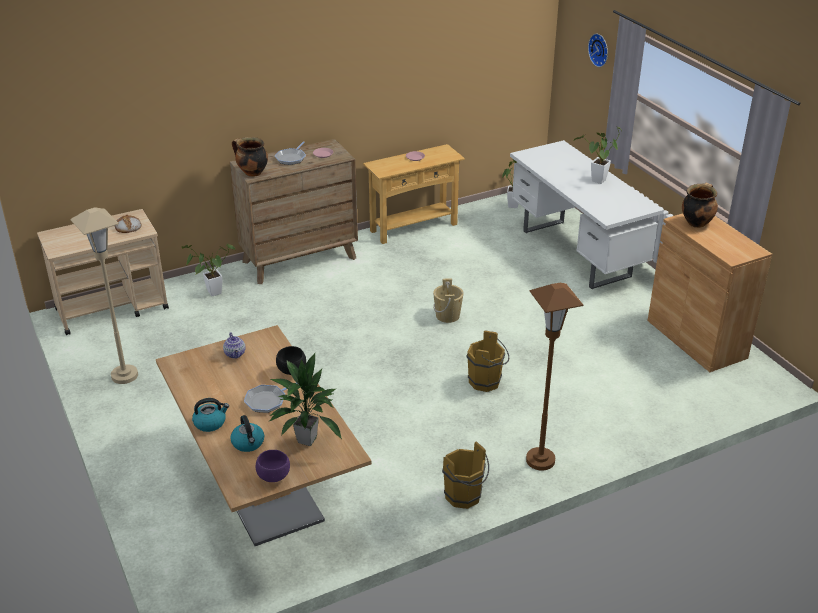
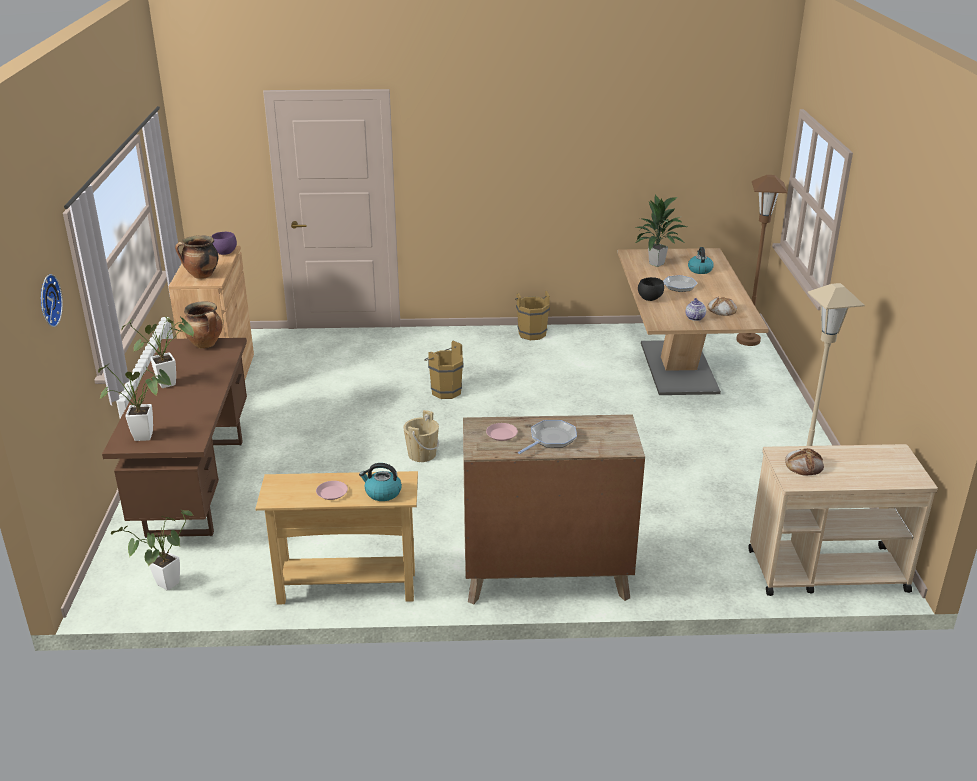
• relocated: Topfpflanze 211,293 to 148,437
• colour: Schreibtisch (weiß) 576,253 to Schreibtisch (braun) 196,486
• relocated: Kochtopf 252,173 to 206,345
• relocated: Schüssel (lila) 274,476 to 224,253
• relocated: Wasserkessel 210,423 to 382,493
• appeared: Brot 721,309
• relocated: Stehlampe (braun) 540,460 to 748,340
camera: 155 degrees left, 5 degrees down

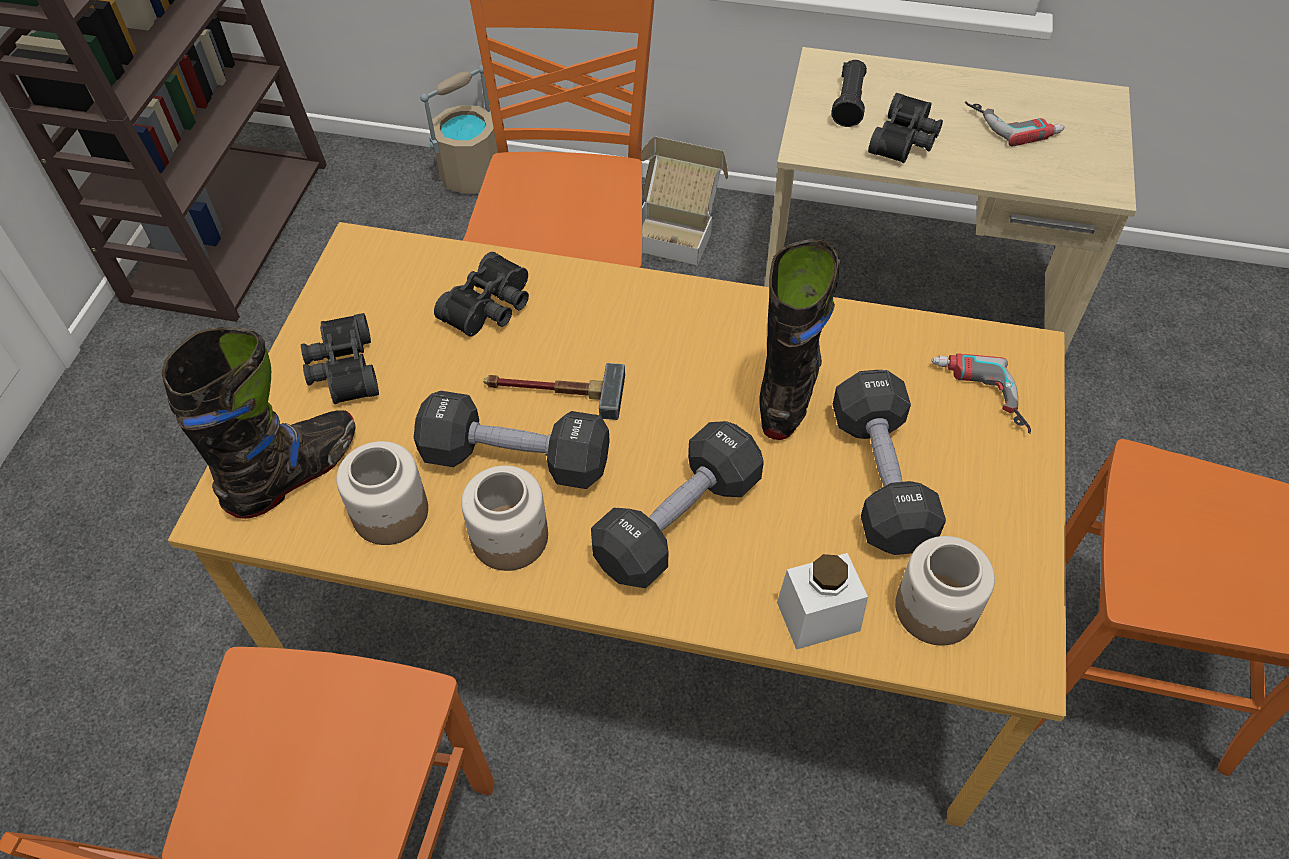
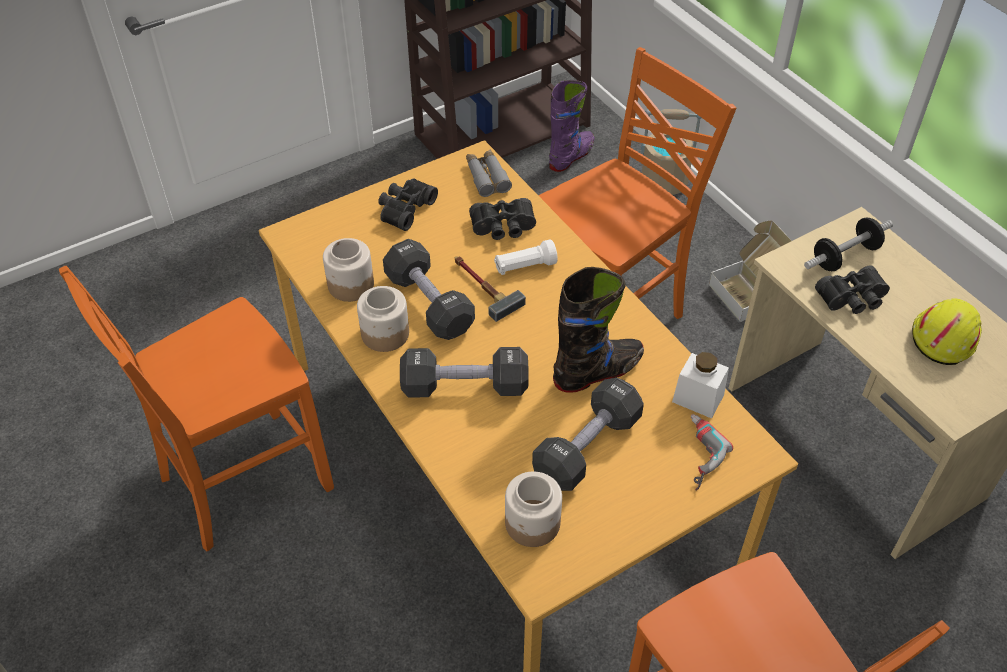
• appeared: Fernglas (grau) 487,177
• appeared: Taschenlampe (weiß) 525,267
• appeared: Stiefel (lila) 571,156
• relocated: Vorratsglas (weiß) 818,616 to 698,398
• exchanged: Taschenlampe (schwarz) 849,104 to Hantel 845,256
• exchanged: Bohrmaschine 1013,122 to Schutzhelm (gelb) 943,336
• missing: Stiefel (schwarz) 295,473
camera: 45 degrees right, 5 degrees down

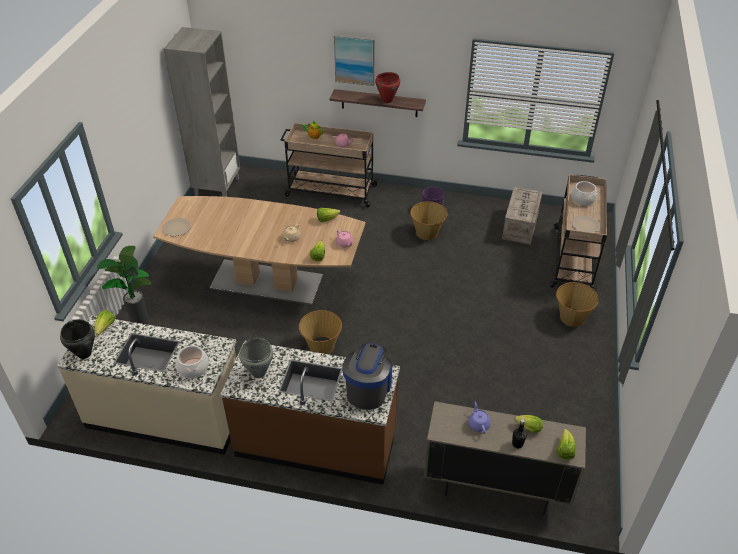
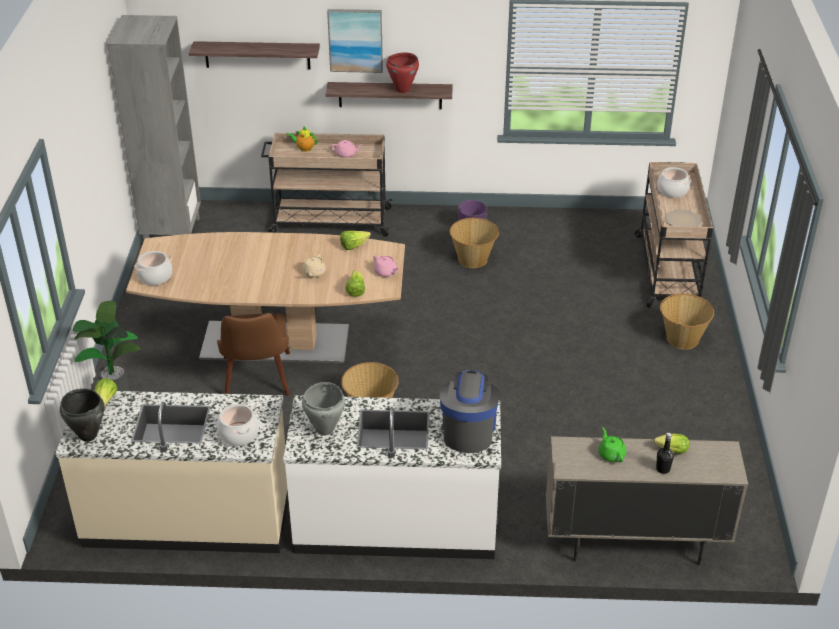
• exchanged: Teller 177,227 to Kochtopf 155,276
• appeared: Wandregal 257,55
• appeared: Stuhl (braun) 257,384
• colour: Küchenzeile (braun) 316,443 to Küchenzeile (weiß) 396,523
• colour: Teekanne (lila) 478,424 to Teekanne (grün) 611,454
• missing: Kiste 520,226
• missing: Salatkopf 564,450
camera: 10 degrees left, 5 degrees down

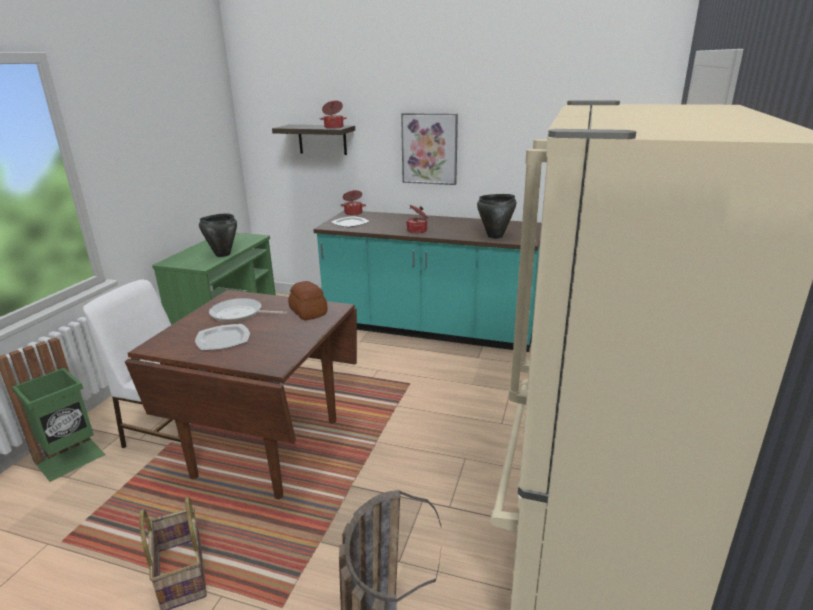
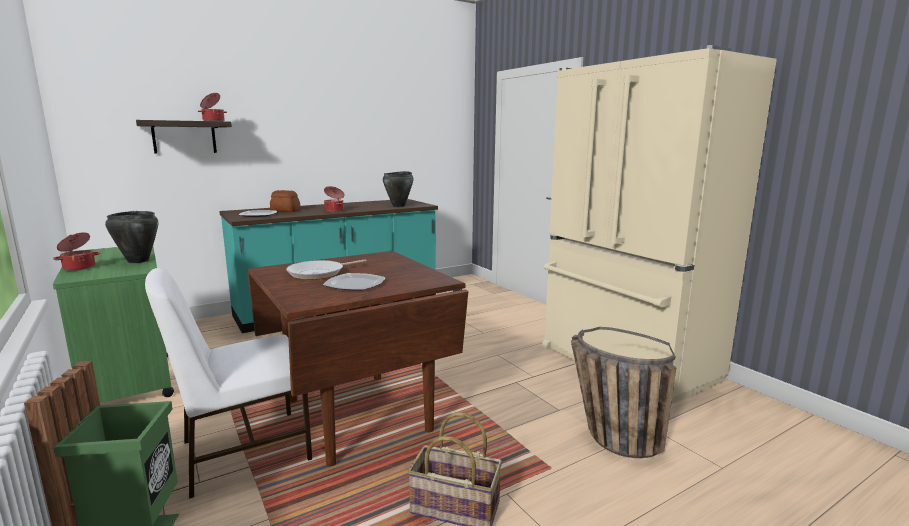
• relocated: Kochtopf 353,213 to 79,267
• relocated: Brot 308,312 to 285,210
• missing: Bild 429,148
camera: 50 degrees left, 10 degrees down

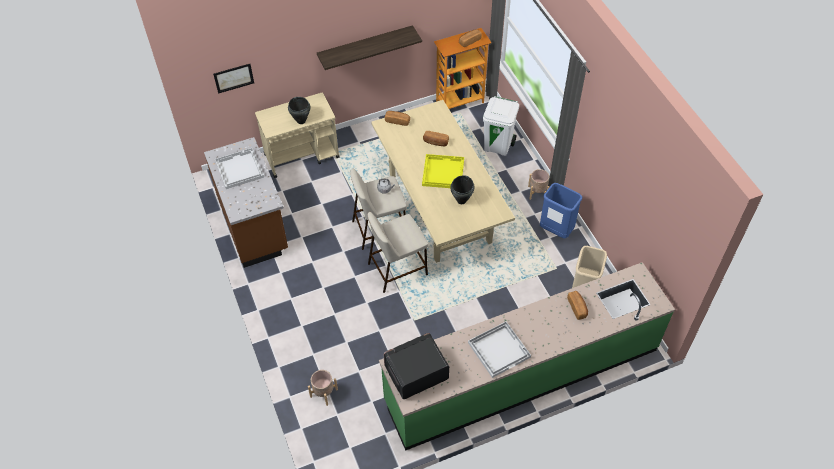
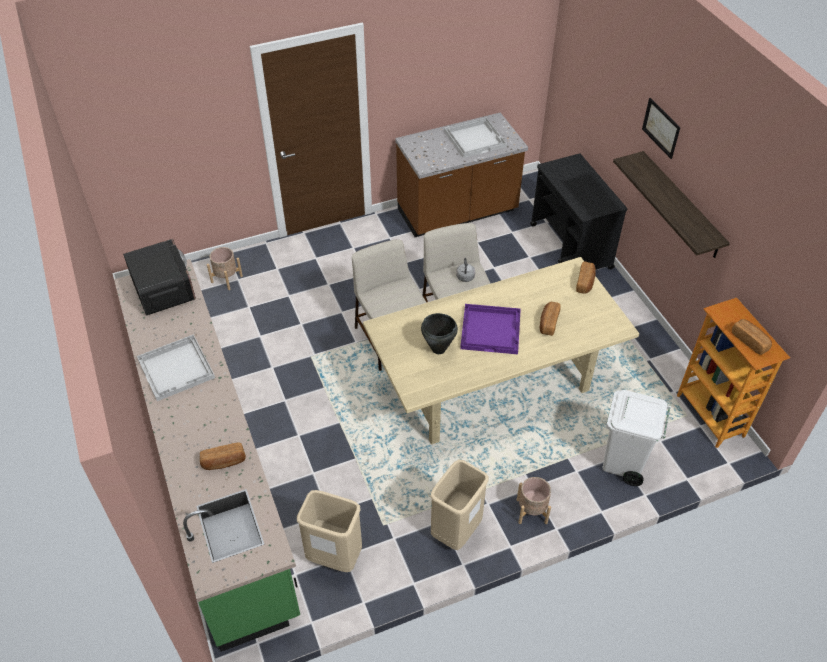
• colour: Mülleimer (blau) 556,230 to Mülleimer (beige) 456,531
• colour: Tablett (gelb) 442,172 to Tablett (lila) 491,330
• colour: Rollwagen (beige) 302,156 to Rollwagen (schwarz) 571,247
• relocated: Bild 234,78 to 661,128
• missing: Kochtopf (schwarz) 301,121
camera: 90 degrees right, 5 degrees down

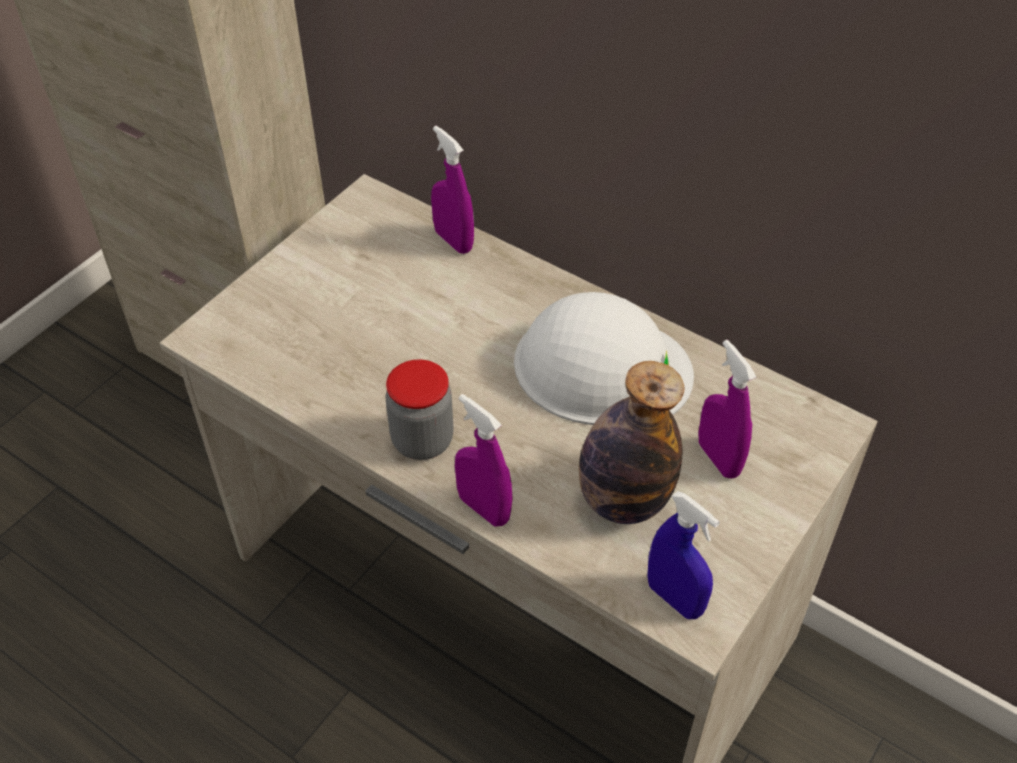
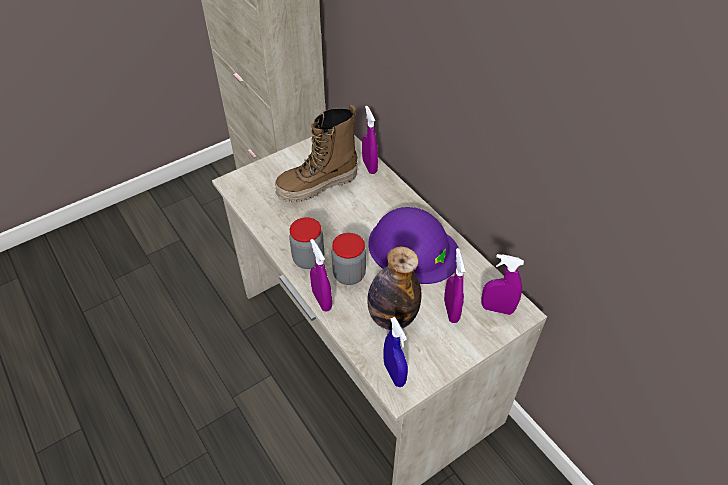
• appeared: Stiefel 317,186
• appeared: Vorratsglas 349,275
• colour: Schutzhelm (weiß) 601,367 to Schutzhelm (lila) 413,248
• appeared: Sprühflasche (lila) 497,309
camera: 20 degrees right, 0 degrees up

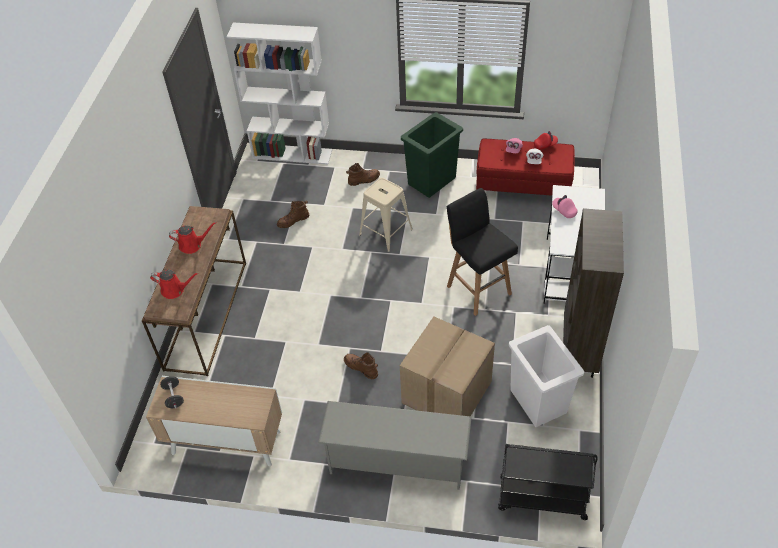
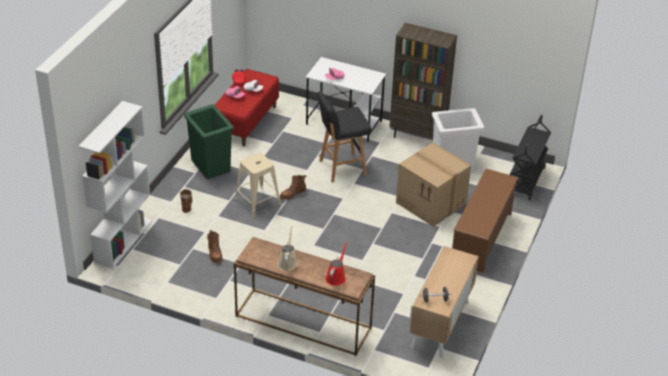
• colour: Gießkanne (rot) 192,245 to Gießkanne (beige) 287,262
• relocated: Stiefel (braun) 361,368 to 292,194
• colour: Schuhregal (grau) 397,461 to Schuhregal (braun) 481,238
camera: 80 degrees left, 10 degrees down

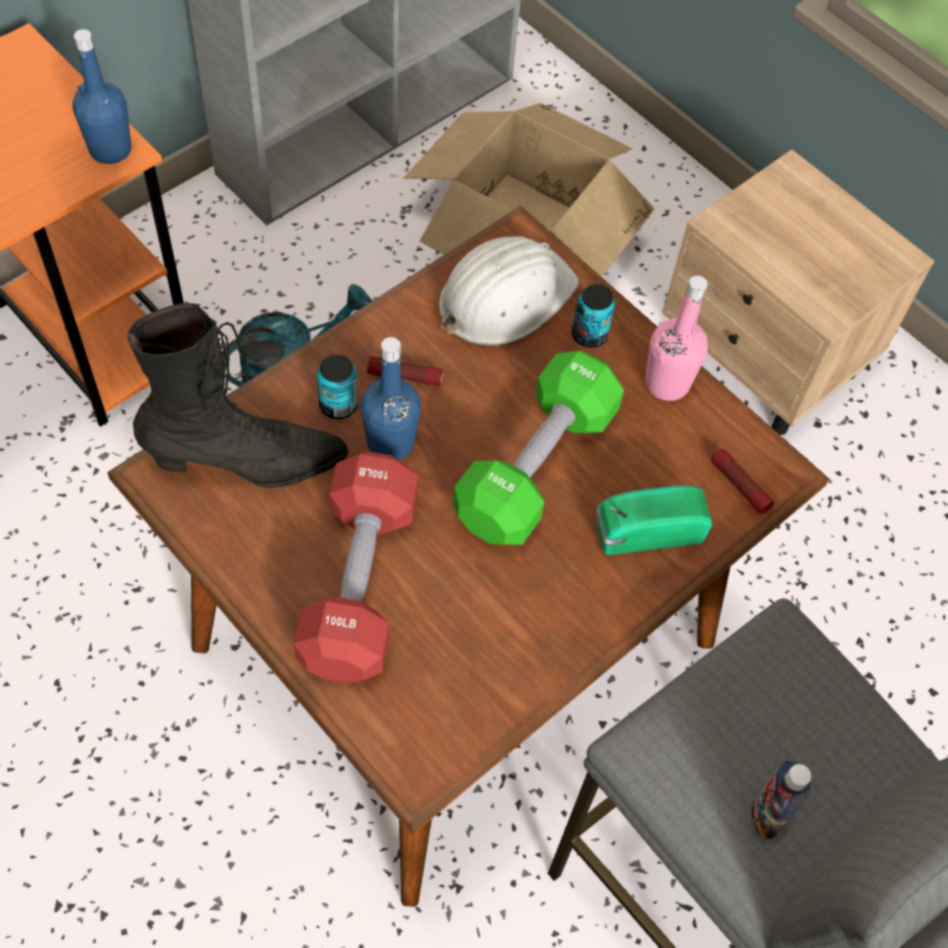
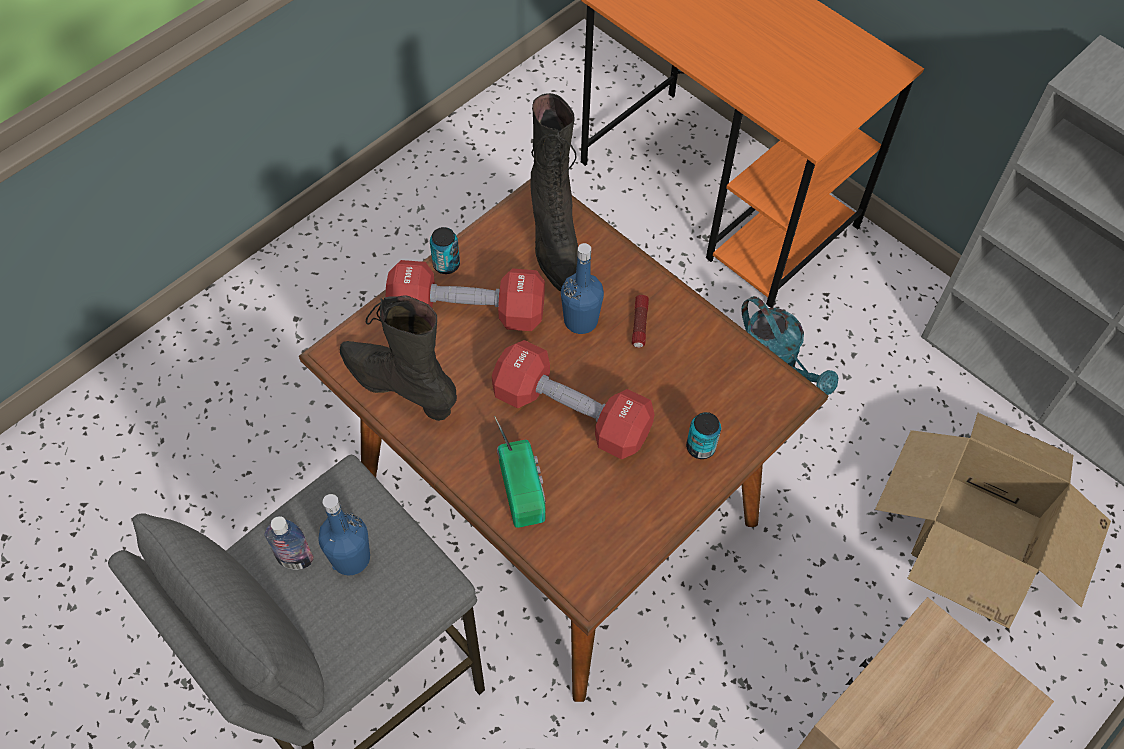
• relocated: Flasche (blau) 110,150 to 351,558
• appeared: Stiefel (schwarz) 399,386
• relocated: Dose 338,405 to 446,264
• colour: Hantel (grün) 536,467 to Hantel (rot) 571,413
• missing: Schutzhelm (weiß) 504,297
• missing: Flasche (rosa) 667,383
• missing: Taschenlampe 739,485
camera: 90 degrees right, 0 degrees up

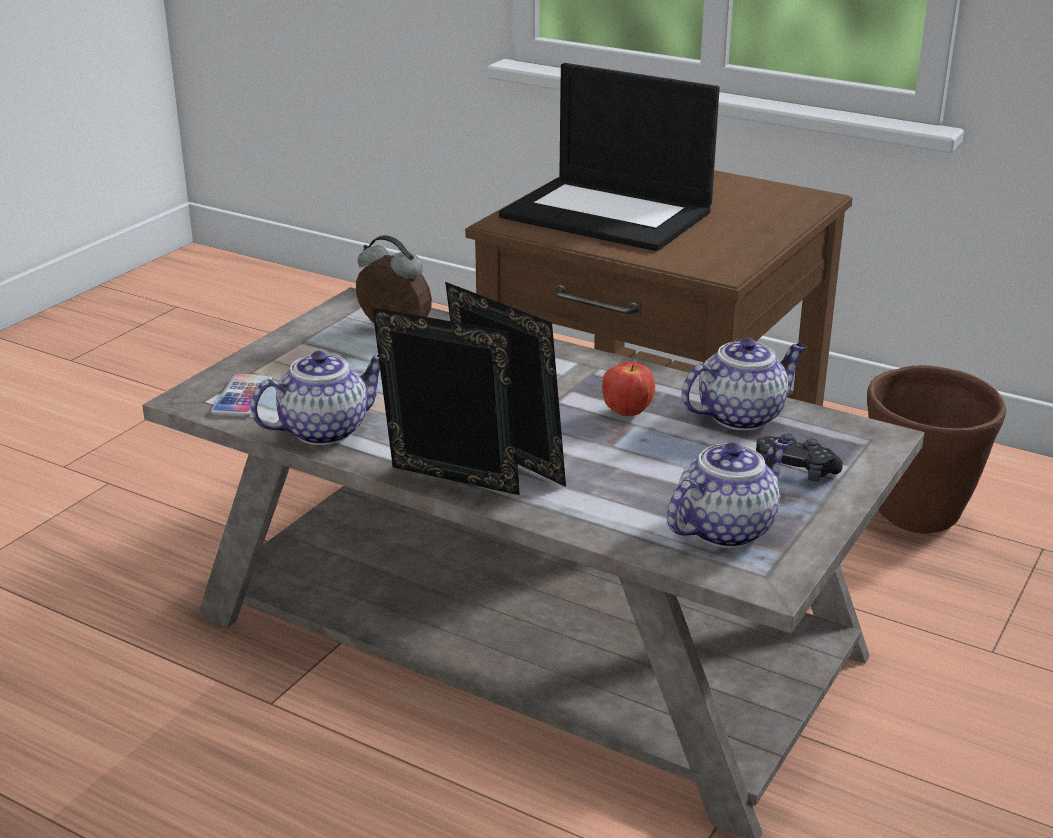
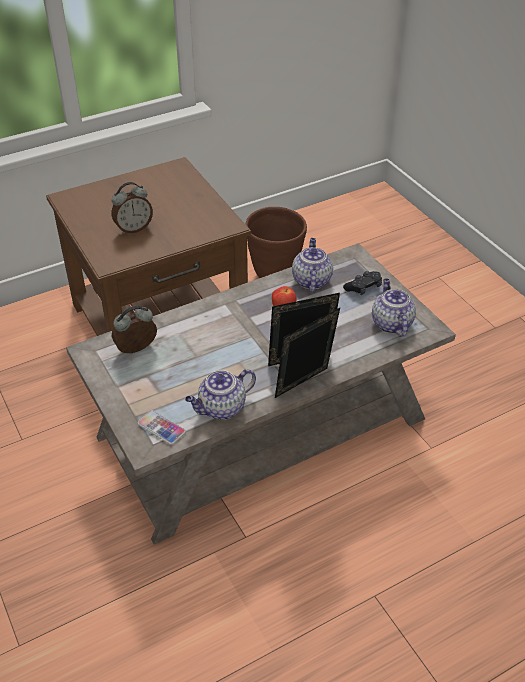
• exchanged: Laptop 609,214 to Wecker 133,228
• spun: Teekanne 325,429 = 221,408 120 degrees counterclockwise
camera: 60 degrees left, 15 degrees up

